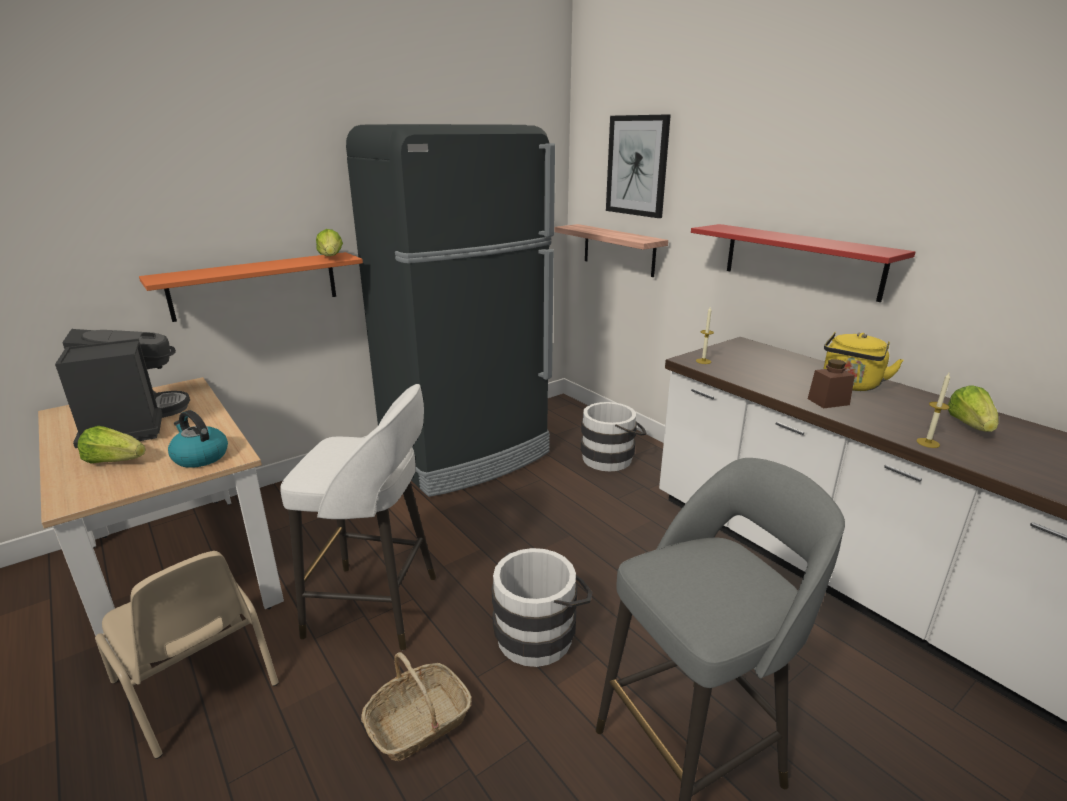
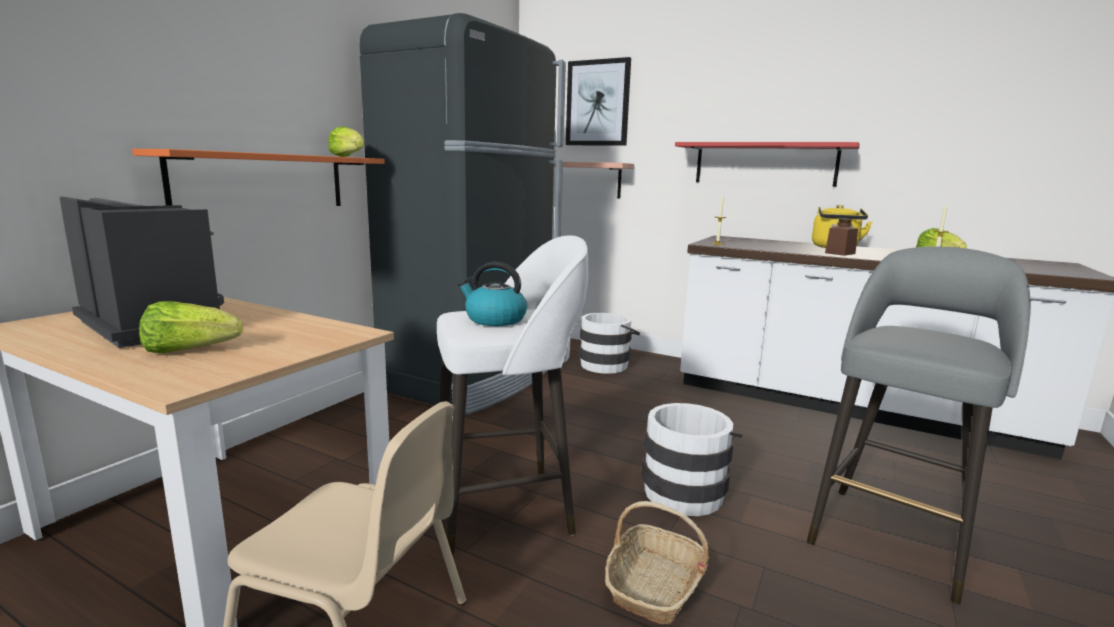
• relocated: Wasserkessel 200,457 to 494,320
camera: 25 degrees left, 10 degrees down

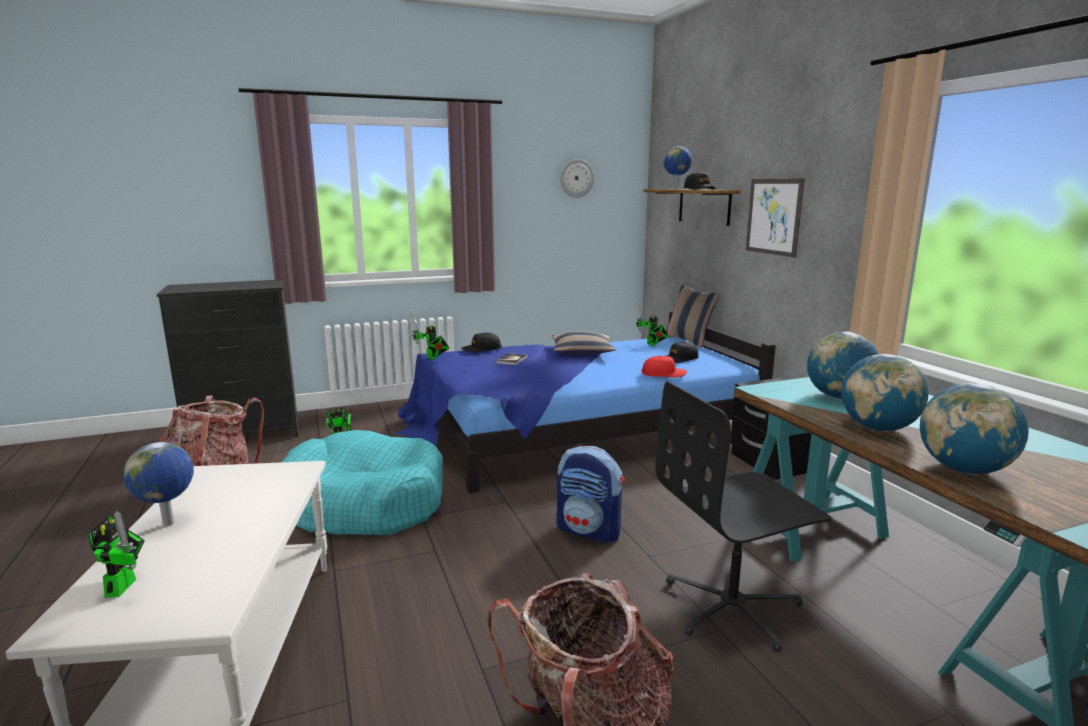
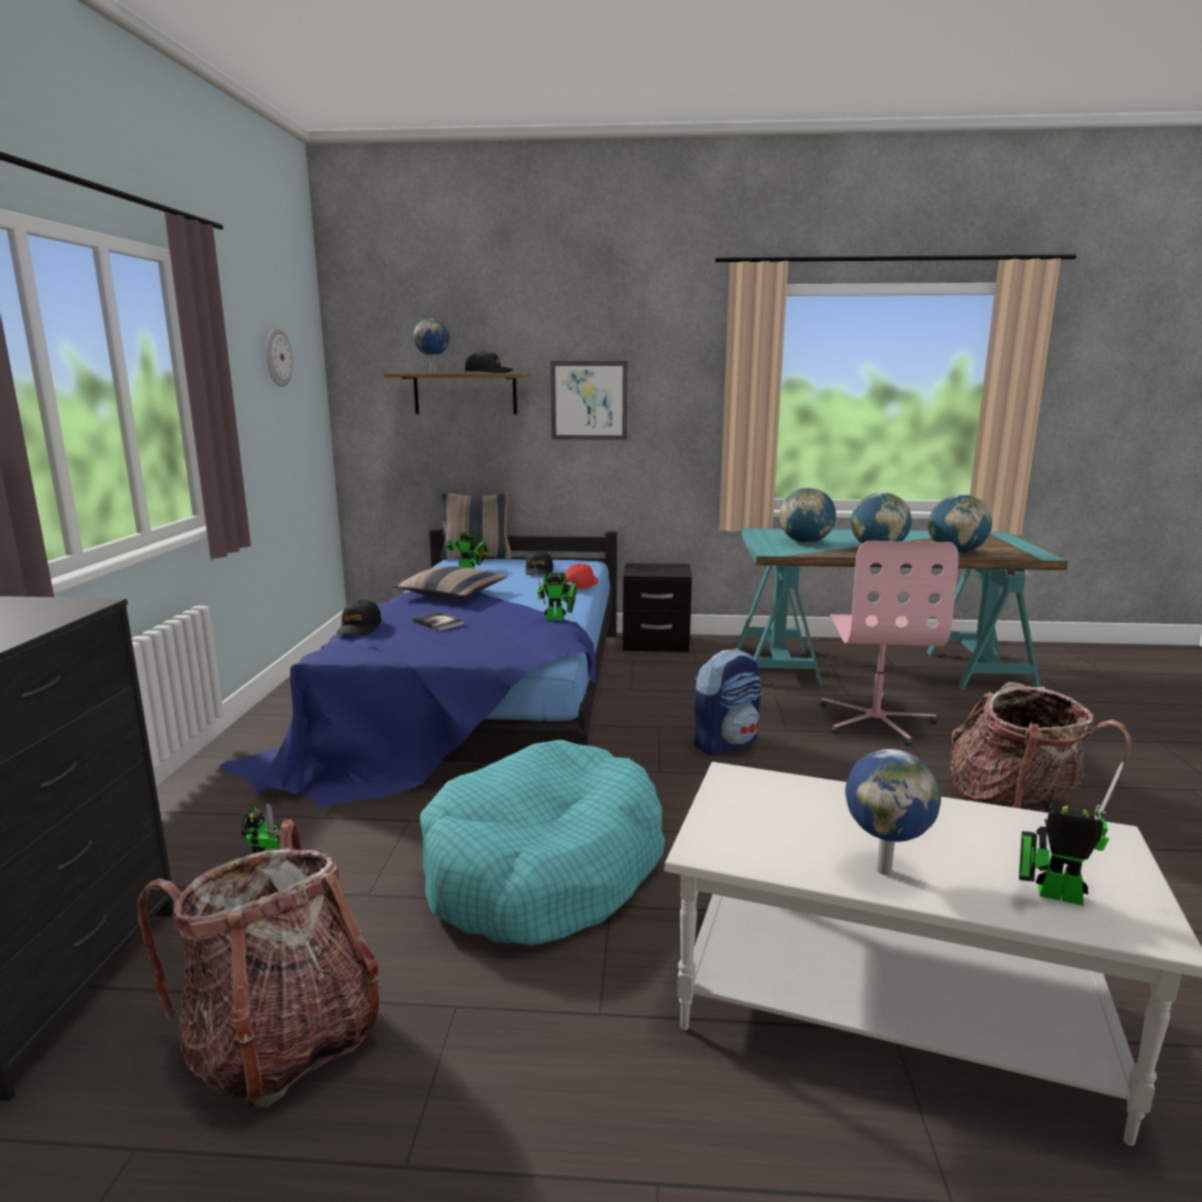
• relocated: Spielzeugroboter 432,358 to 558,618
• colour: Bürostuhl (schwarz) 733,607 to Bürostuhl (rosa) 876,721
camera: 65 degrees left, 0 degrees up

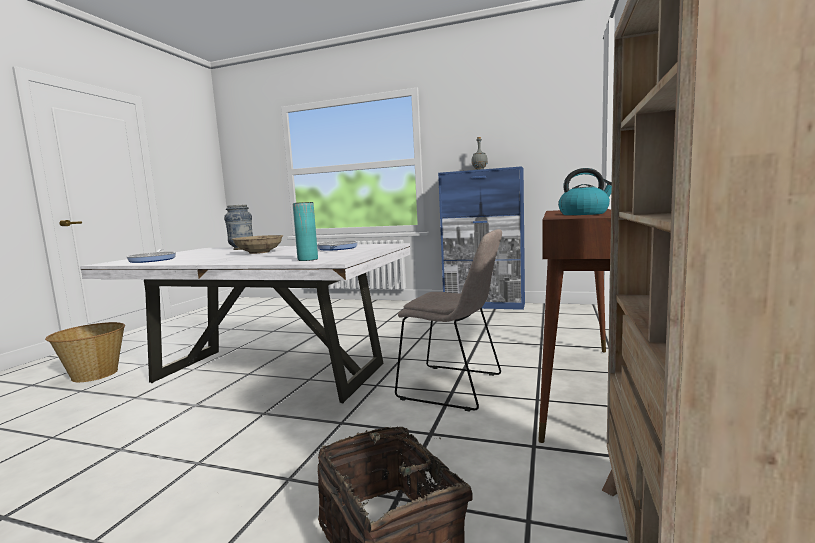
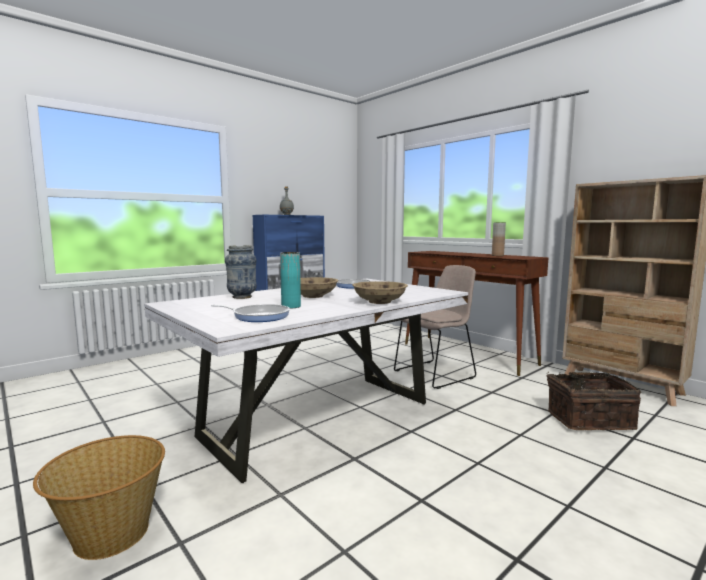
• relocated: Vase (türkis) 307,259 to 291,306
• appeared: Schüssel (beige) 379,302
• exchanged: Wasserkessel 584,214 to Vase (braun) 497,255
camera: 60 degrees left, 0 degrees up

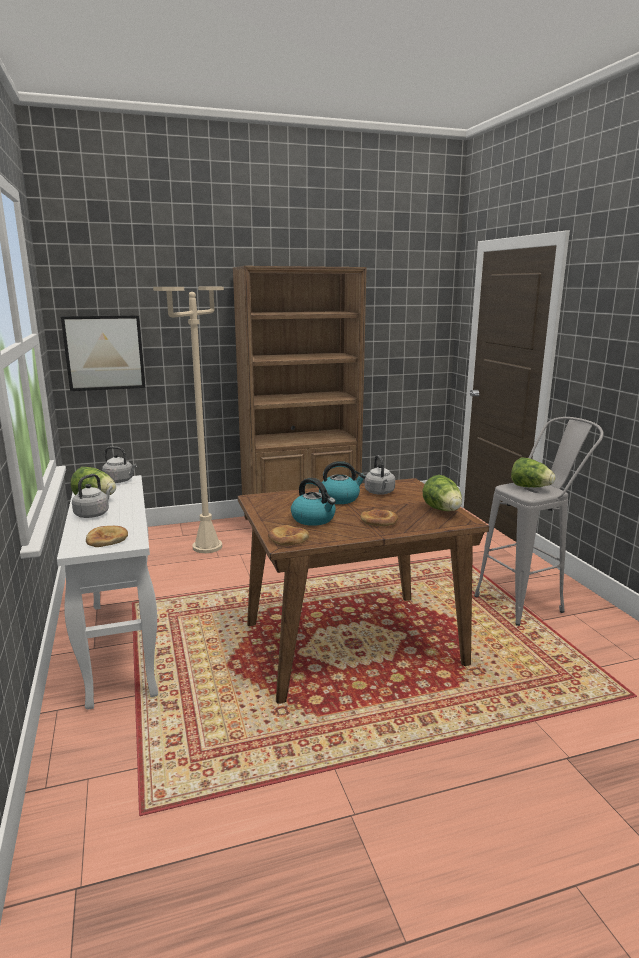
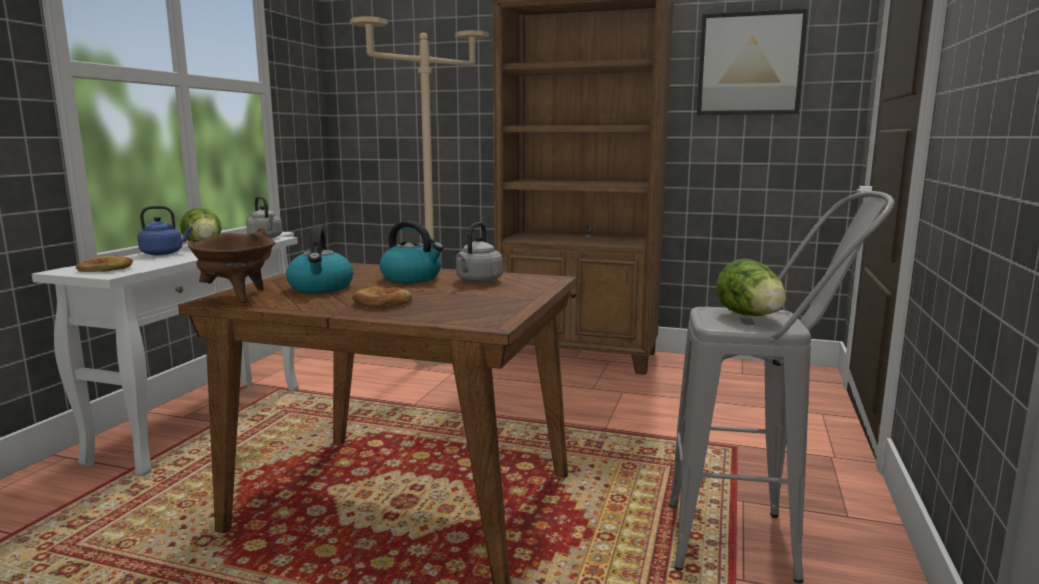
• colour: Wasserkessel (grau) 93,514 to Wasserkessel (blau) 164,253
• exchanged: Brot 288,539 to Kochtopf (braun) 236,297
• relocated: Bild 104,353 to 750,64
• missing: Salatkopf 443,510
camera: 35 degrees right, 5 degrees down

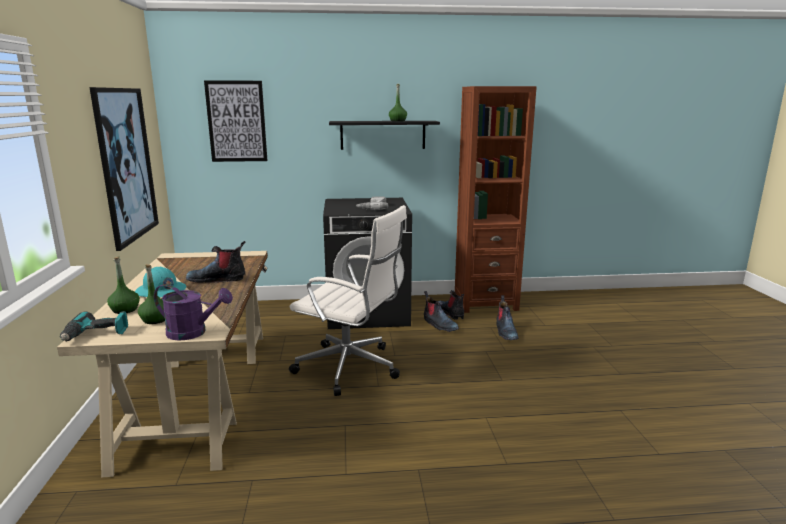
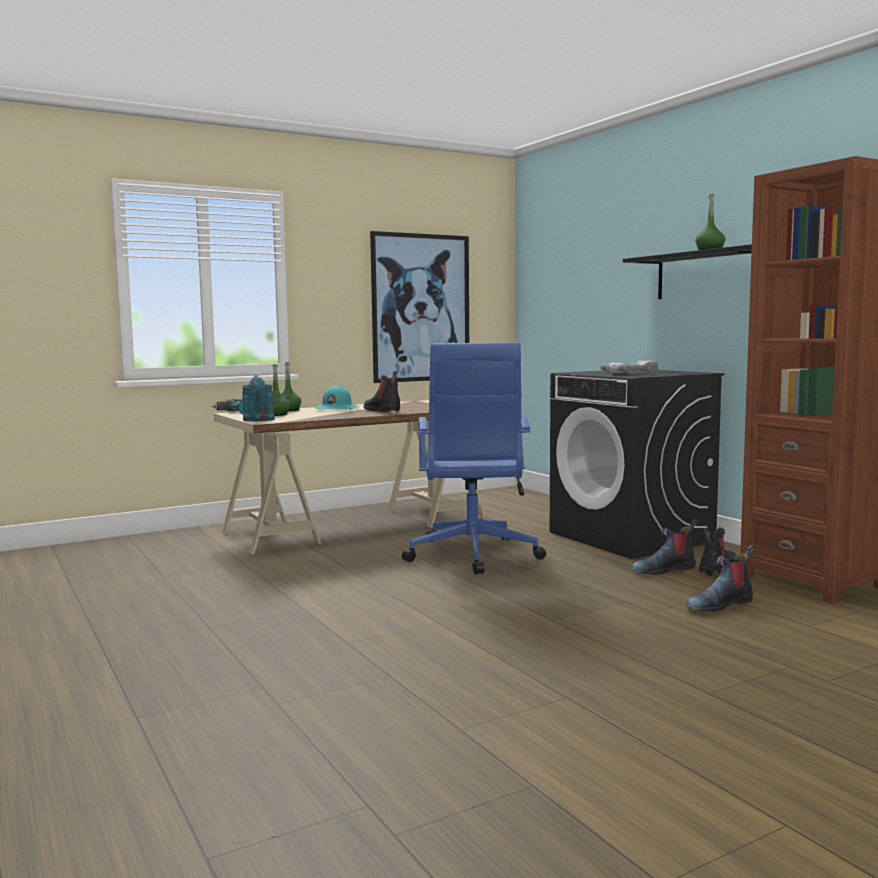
• colour: Gießkanne (lila) 193,333 to Gießkanne (türkis) 259,420
• colour: Bürostuhl (weiß) 350,368 to Bürostuhl (blau) 472,555
• spun: Stiefel 439,325 = 664,570 45 degrees clockwise
• missing: Bild 236,121
camera: 65 degrees right, 10 degrees down

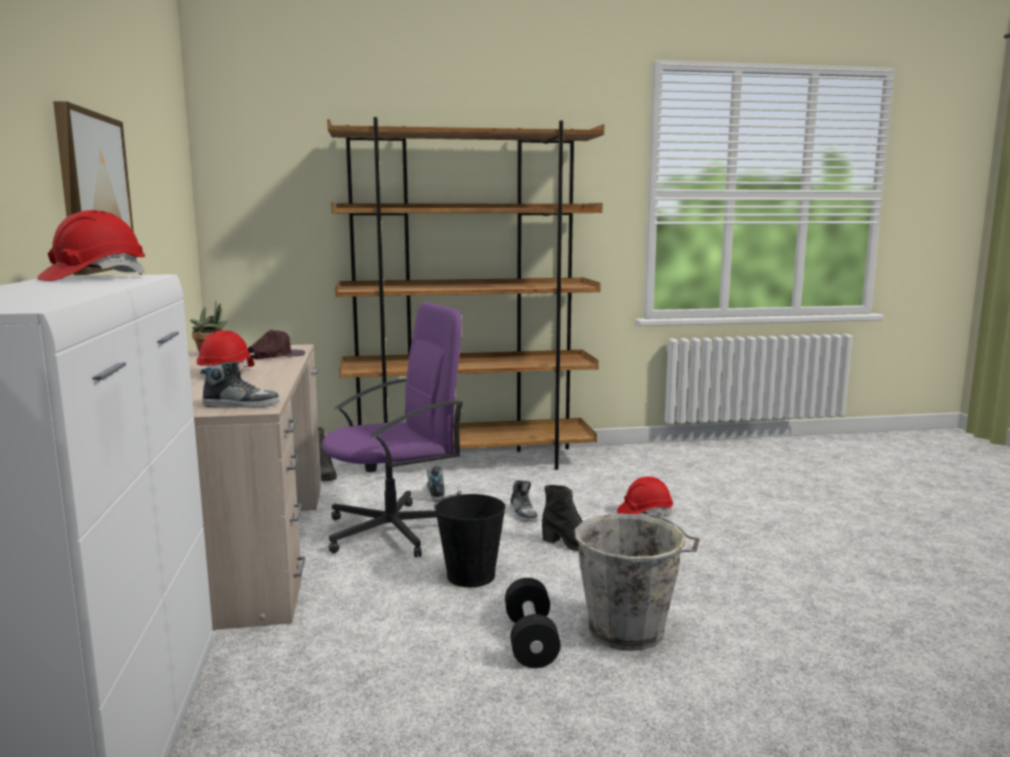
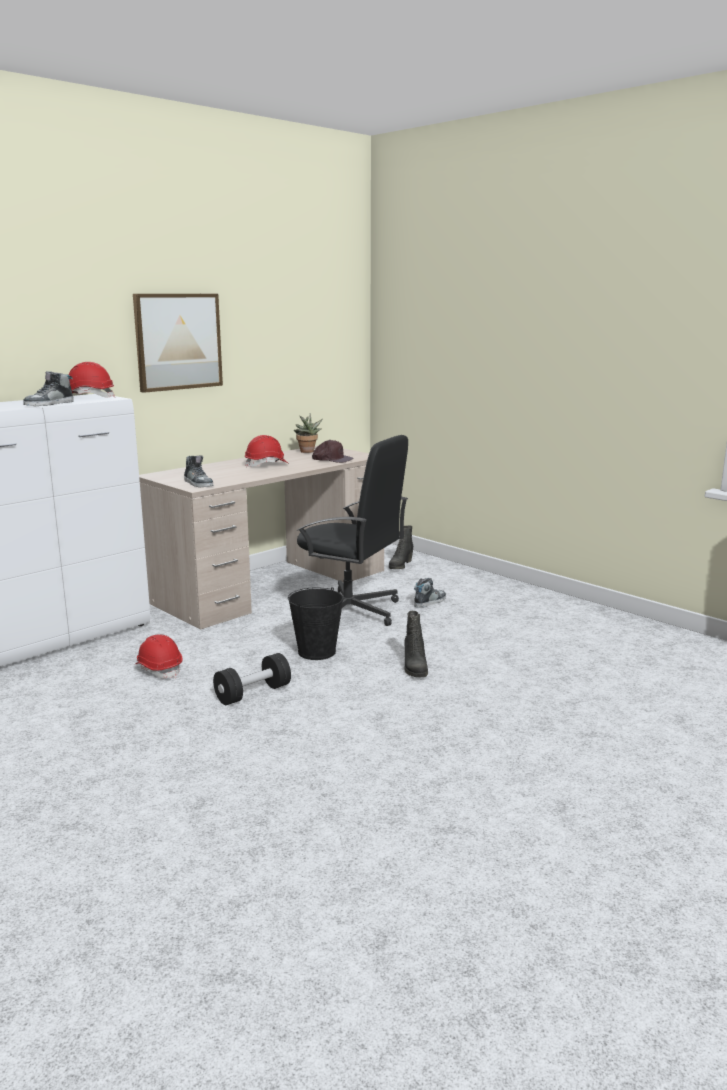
• relocated: Schuh 523,513 to 49,404
• relocated: Schutzhelm (rot) 644,513 to 159,669
• colour: Bürostuhl (lila) 394,530 to Bürostuhl (schwarz) 349,611
• missing: Bücherregal (braun) 470,463
• missing: Eimer (grau) 629,631
camera: 55 degrees right, 5 degrees up

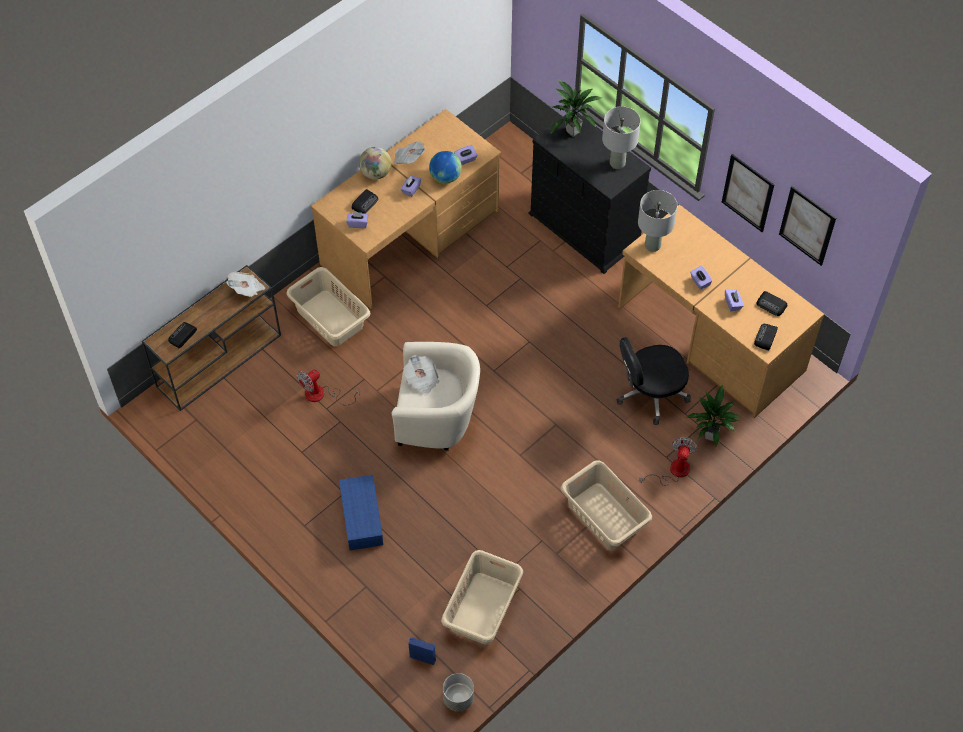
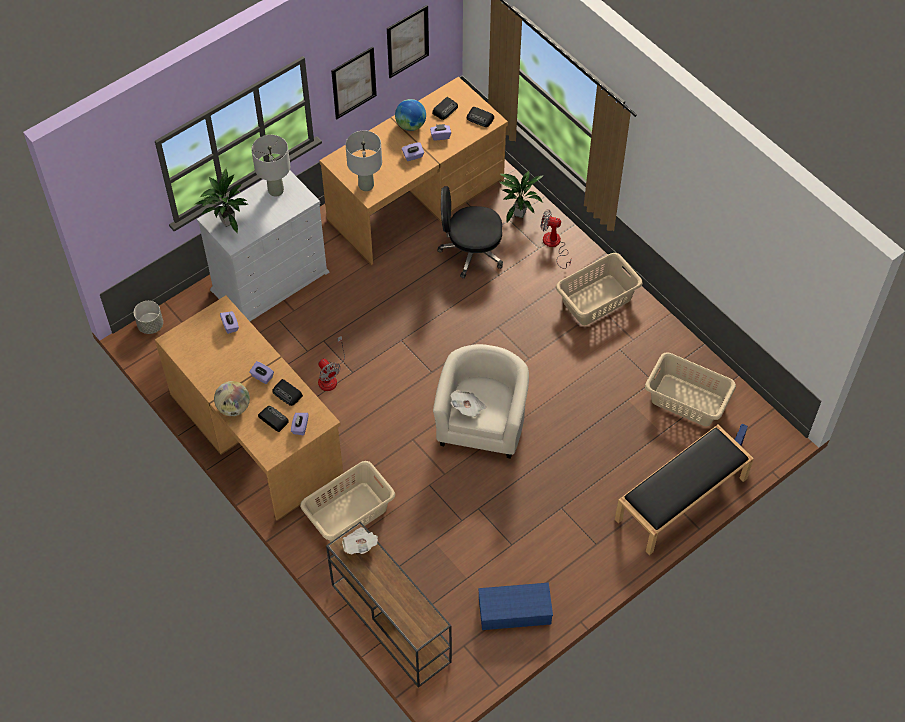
• relocated: Pflanzkübel (grau) 458,699 to 151,325
• colour: Kommode (schwarz) 585,228 to Kommode (weiß) 270,281
• relocated: Radio 182,336 to 287,394
• relocated: Ventilator 322,395 to 330,377
• relocated: Globus 445,177 to 410,125
• spun: Bürostuhl (schwarz) 650,394 = 471,251 105 degrees clockwise
• relocated: Aufbewahrungsbox (blau) 361,517 to 513,612
• appeared: Bank (schwarz) 681,500
• missing: Zeitung 408,159
camera: 85 degrees left, 0 degrees up

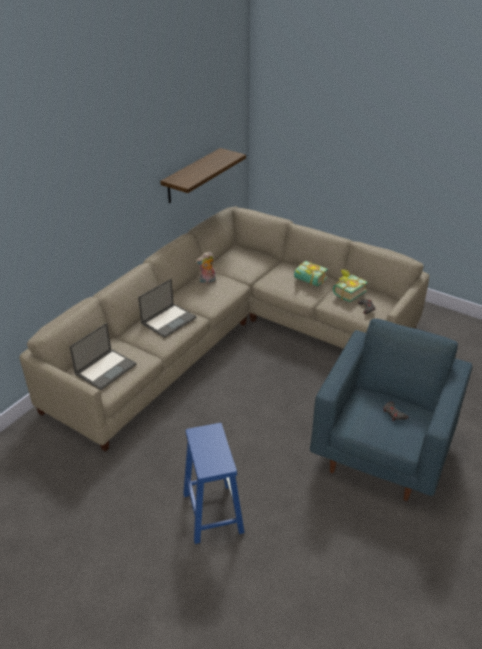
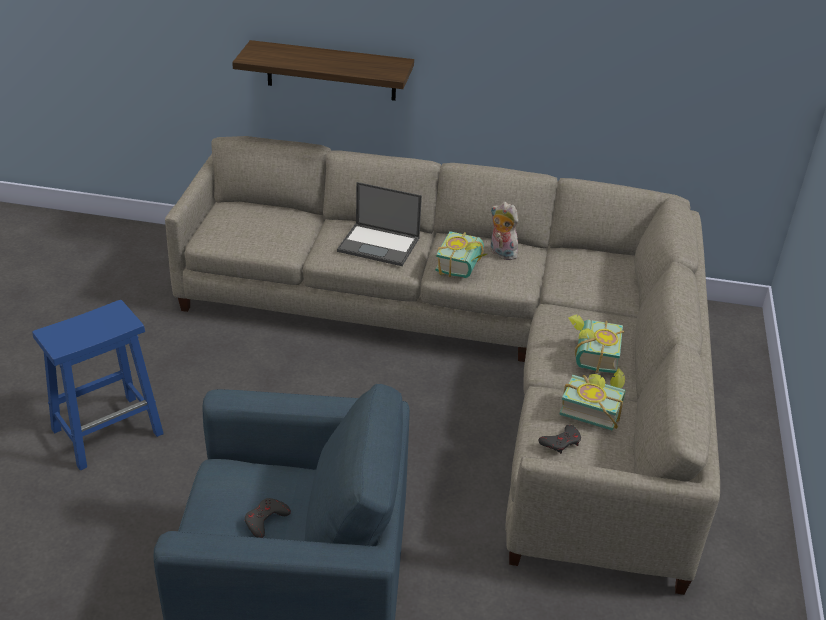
• relocated: Wandregal 192,176 to 331,71
• appeared: Buch 464,266
• missing: Laptop 106,369
camera: 65 degrees right, 0 degrees up

